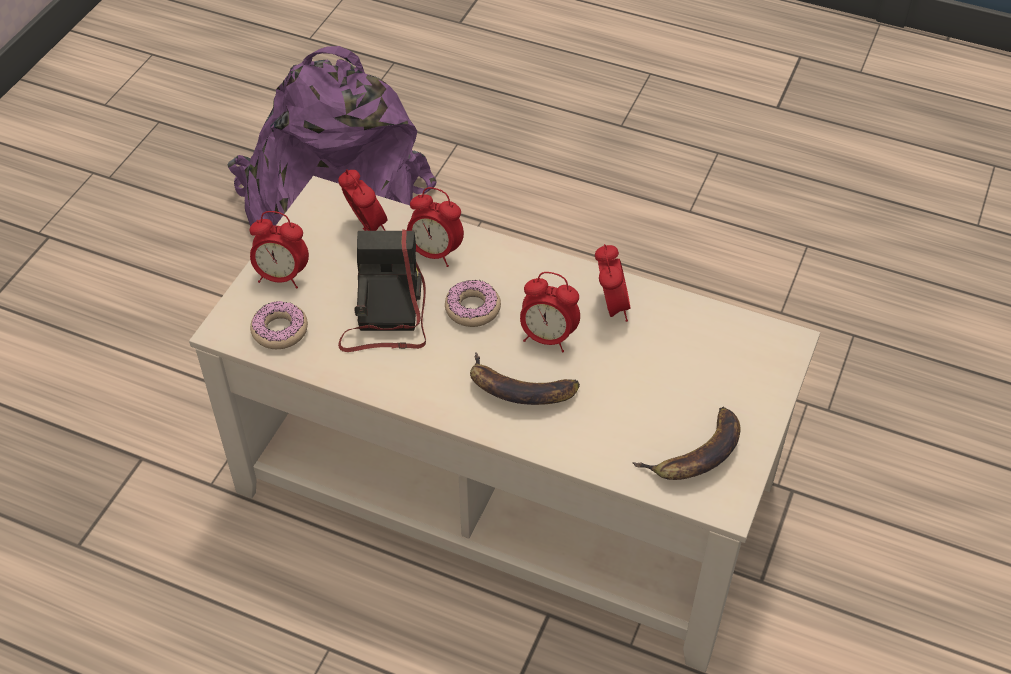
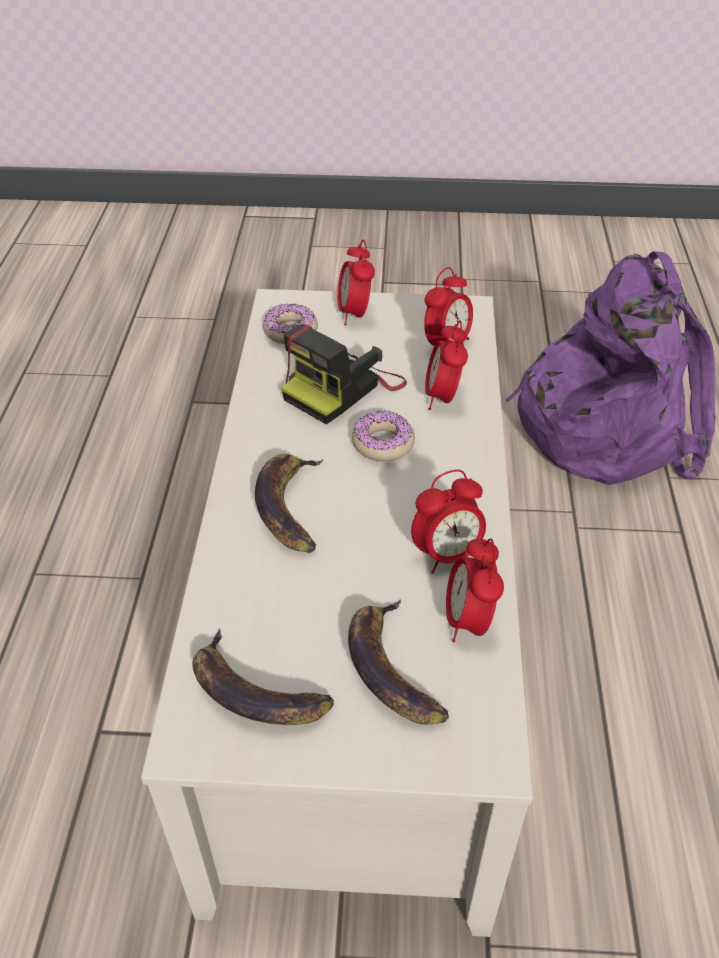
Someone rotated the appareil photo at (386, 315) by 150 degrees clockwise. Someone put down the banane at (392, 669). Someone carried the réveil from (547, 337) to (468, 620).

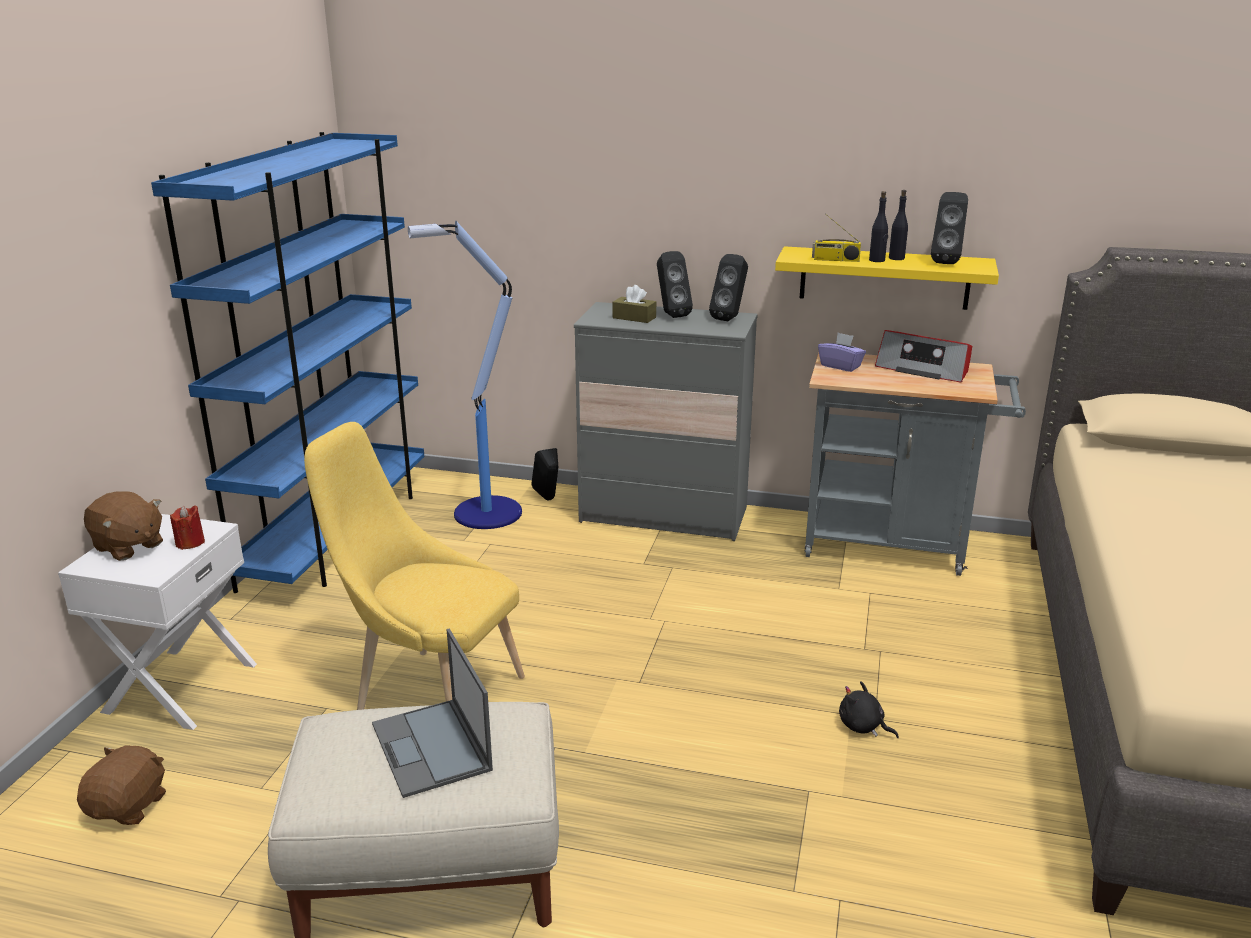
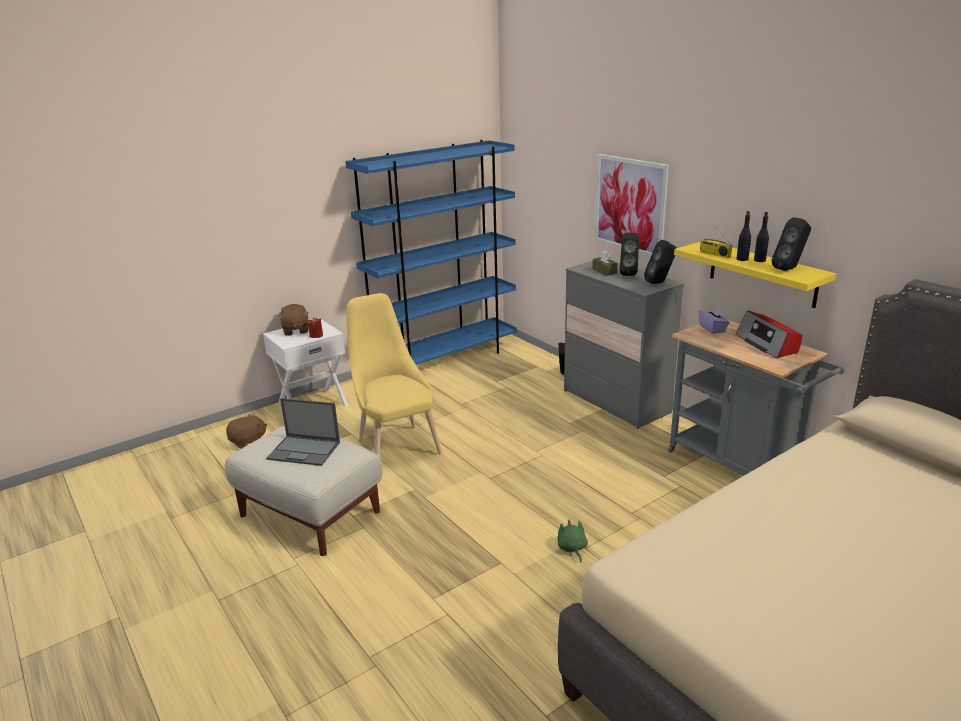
Someone rotated the ordinateur portable at (432, 748) by 90 degrees counterclockwise. Someone repainted the peluche/noir at (863, 727), which became the peluche/vert at (572, 549). Someone put up the tableau at (630, 205). Someone took away the lampadaire at (485, 514).

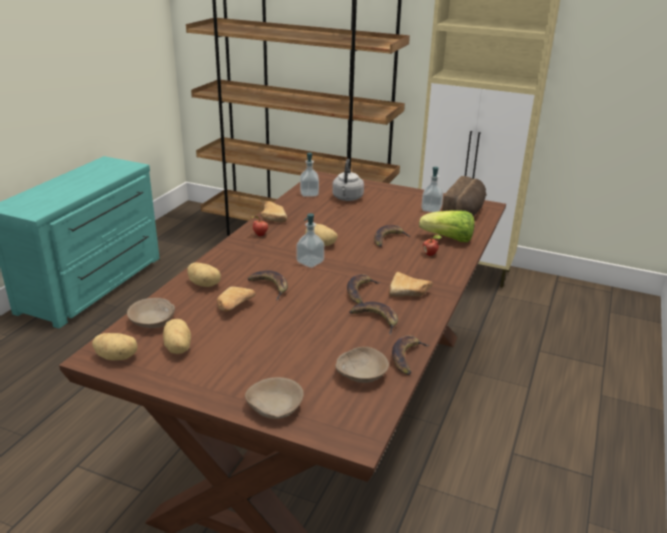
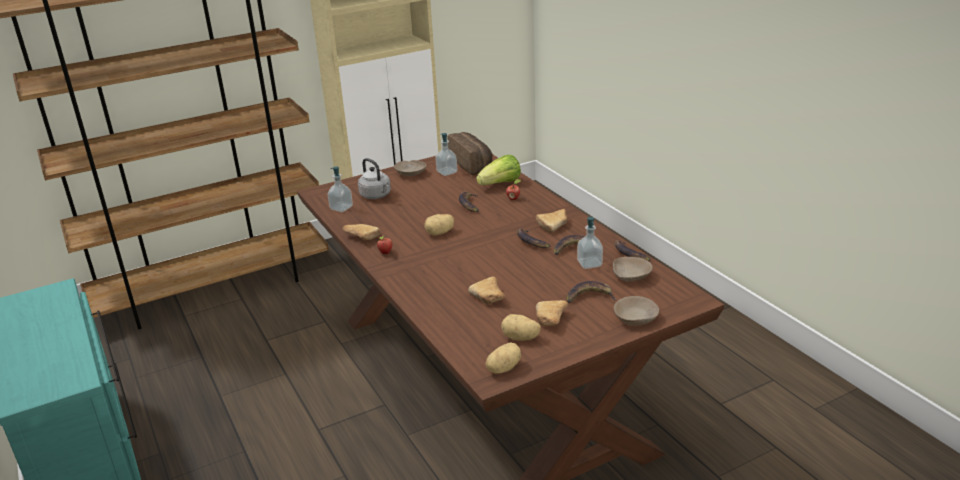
Someone carried the bol/beige from (153, 321) to (410, 173). Someone put down the pain at (550, 321). Someone carried the banane from (270, 287) to (589, 296). Someone carried the distributeur de savon from (310, 262) to (589, 264). Someone took away the pomme de terre at (205, 284).

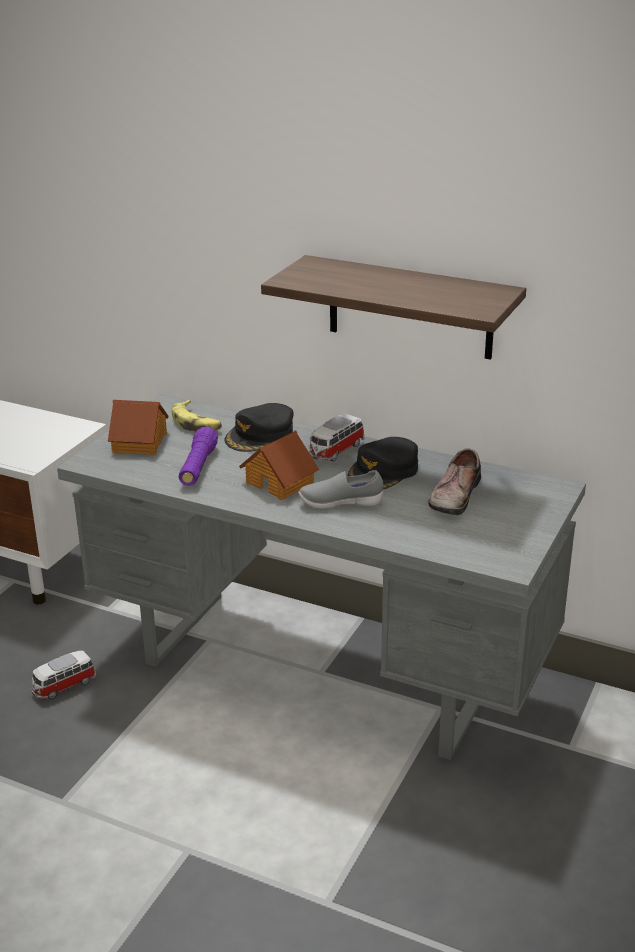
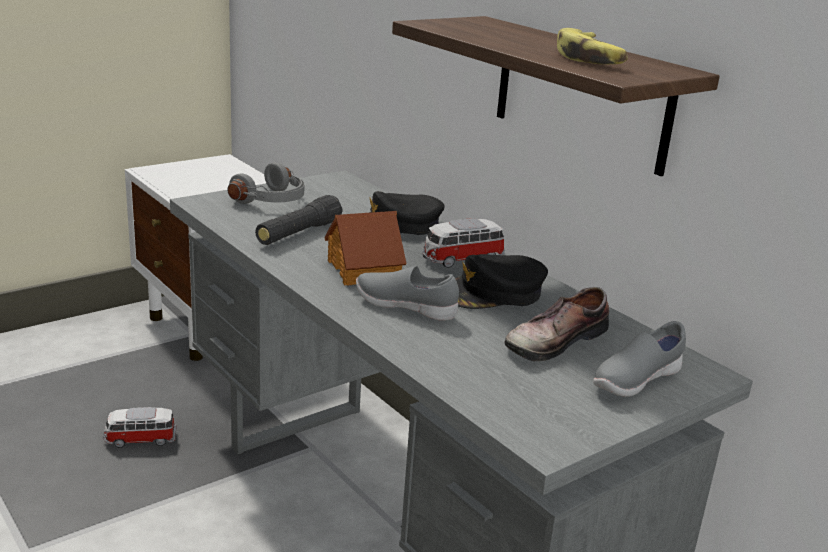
Someone swapped the maison miniature at (140, 442) for the casque audio/gris at (272, 200). Someone repainted the lampe de poche/violet at (198, 467), which became the lampe de poche/noir at (299, 233). Someone carried the banane from (196, 423) to (590, 58). Someone put down the chaussure/gris at (635, 381).

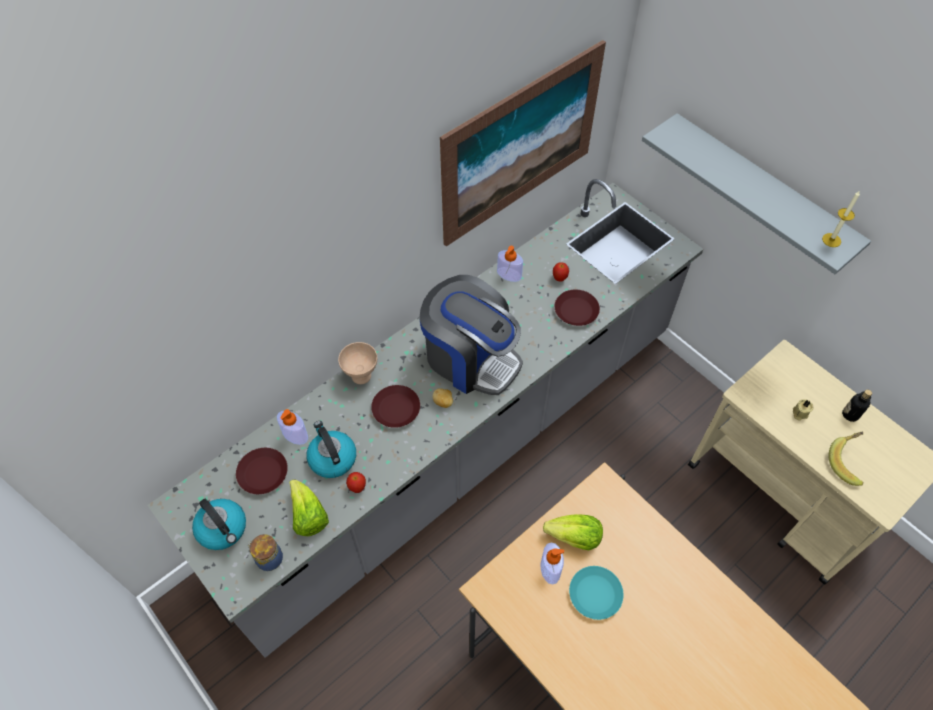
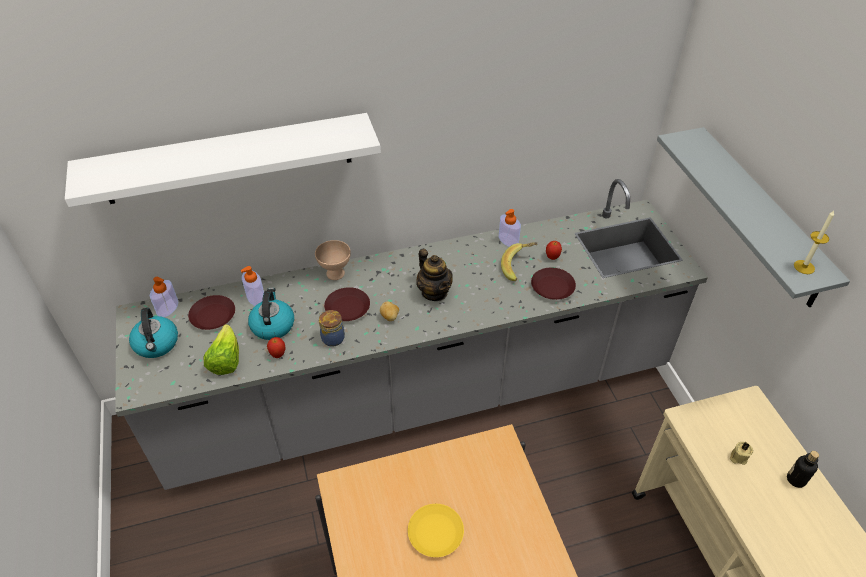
Someone put up the étagère/blanc at (229, 159). Someone carried the distributeur de savon from (550, 569) to (168, 308). Someone carried the bocal from (268, 558) to (332, 338). Someone repainted the assiette/turquoise at (595, 595), which became the assiette/jaune at (435, 533). Someone swapped the machine à café at (470, 358) for the théière at (434, 292). Someone carried the banane from (848, 462) to (519, 267). Someone took away the tableau at (521, 144). Someone took away the laitue at (574, 537).

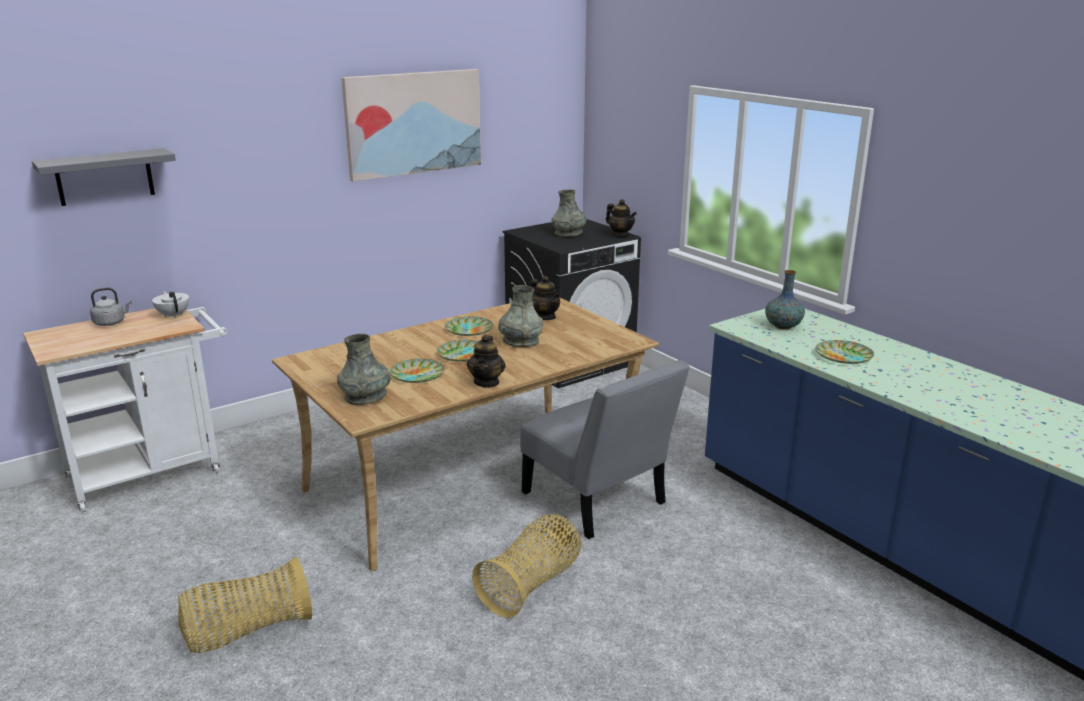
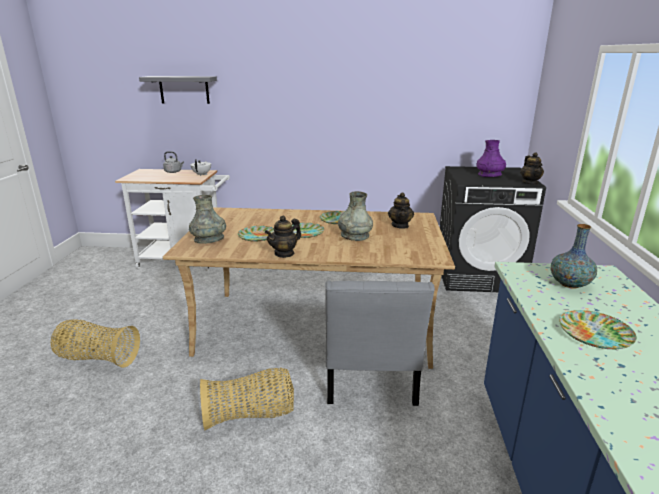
Someone repainted the vase/gris at (568, 233), which became the vase/violet at (489, 175). Someone took away the tableau at (413, 123).

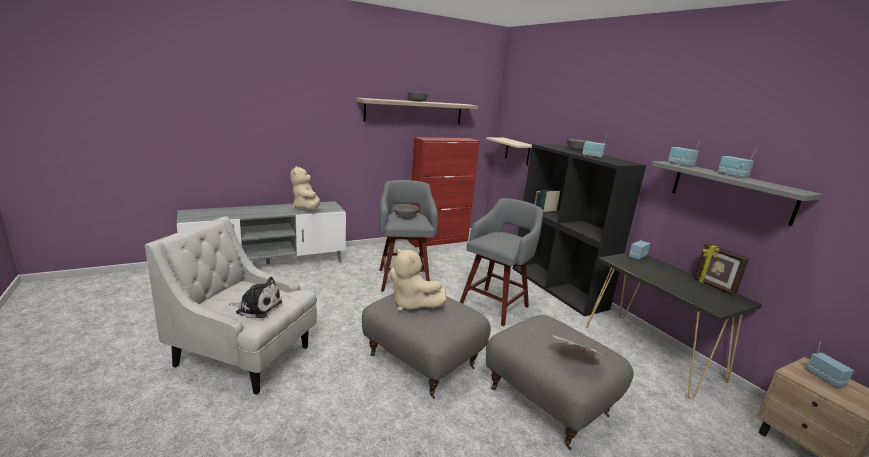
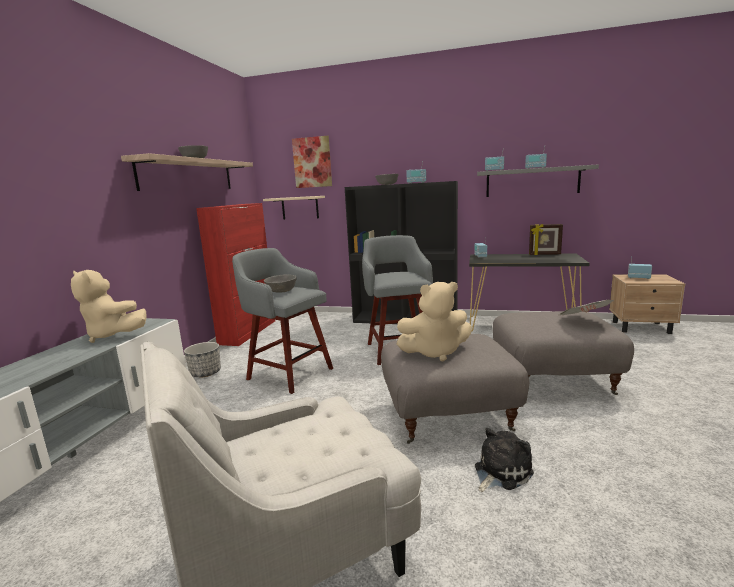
Someone put down the cache-pot at (205, 373). Someone put up the tableau at (312, 162). Someone carried the peluche from (257, 307) to (500, 472).

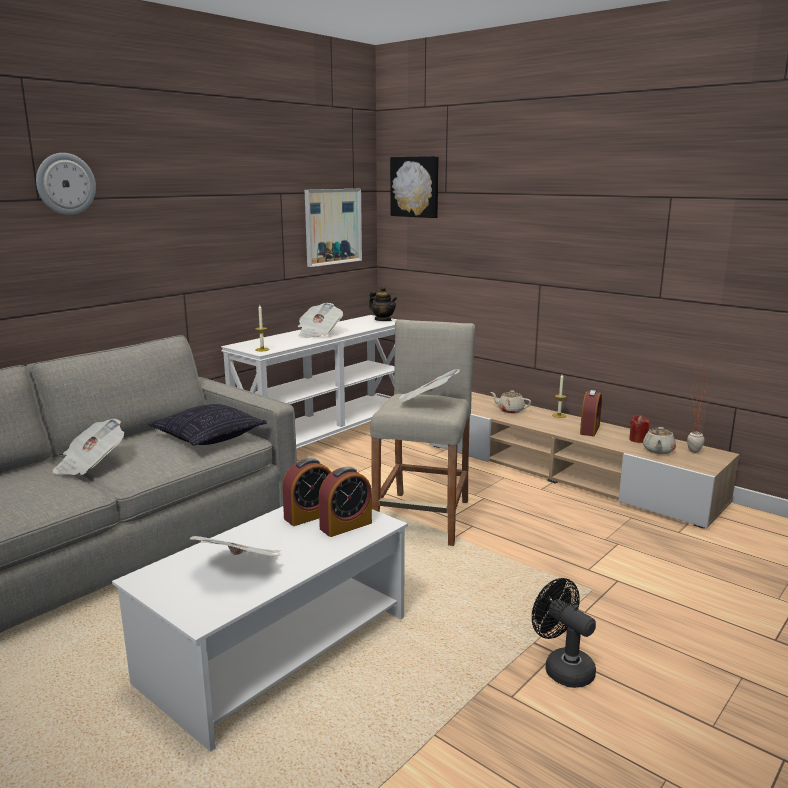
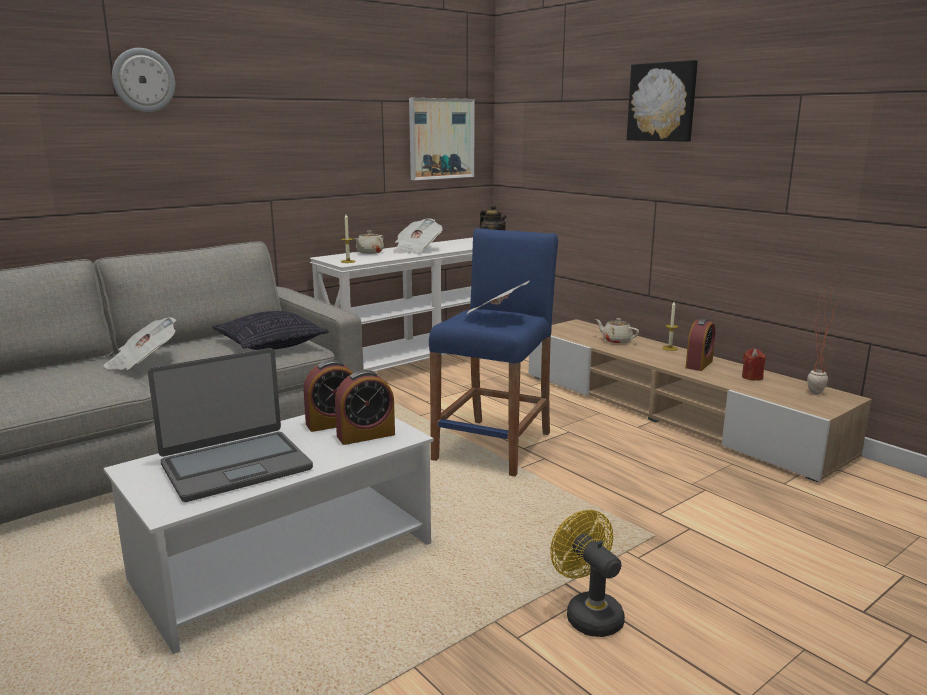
Someone swapped the journal at (241, 567) for the ordinateur portable at (235, 466). Someone carried the théière/beige from (658, 450) to (369, 252). Someone repainted the tabouret/beige at (423, 518), which became the tabouret/bleu at (494, 446). Someone repainted the ventilateur/noir at (562, 668), which became the ventilateur/jaune at (588, 614). Someone carried the tableau from (415, 187) to (662, 102).

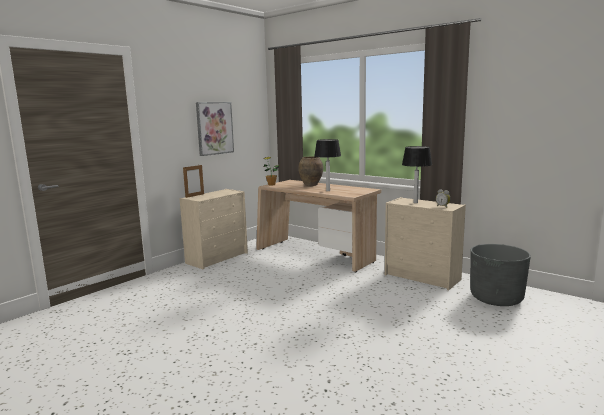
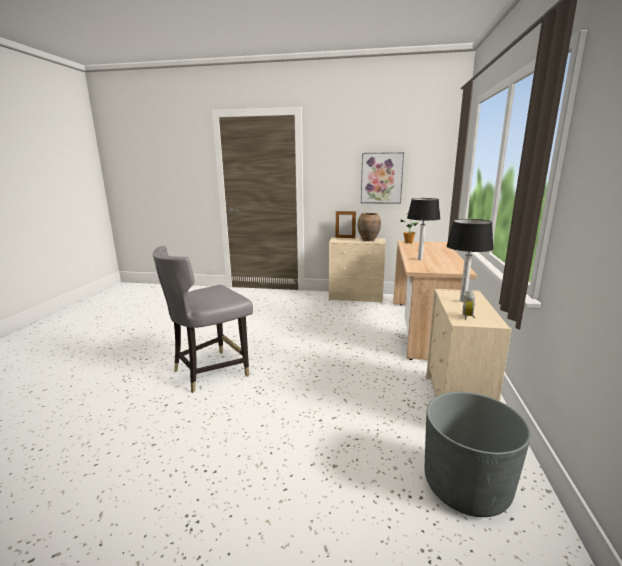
Someone put down the chaise/gris at (210, 371). Someone carried the vase/marron from (310, 185) to (368, 240).

